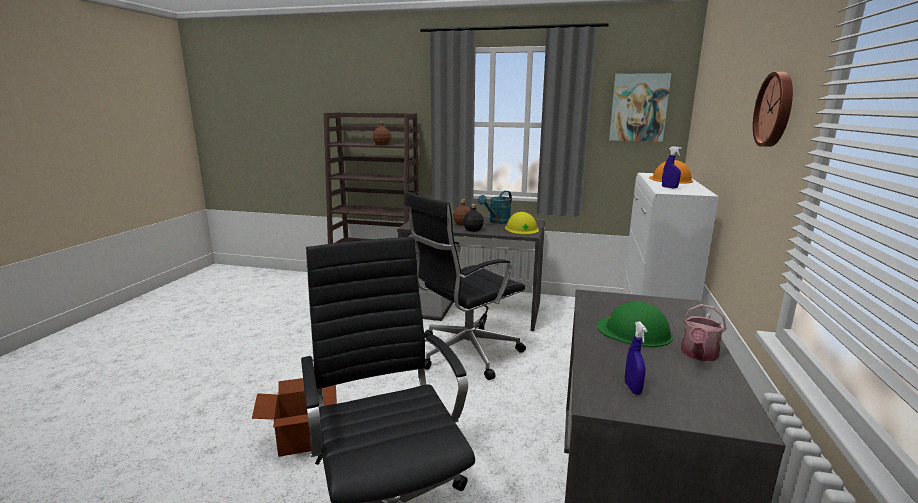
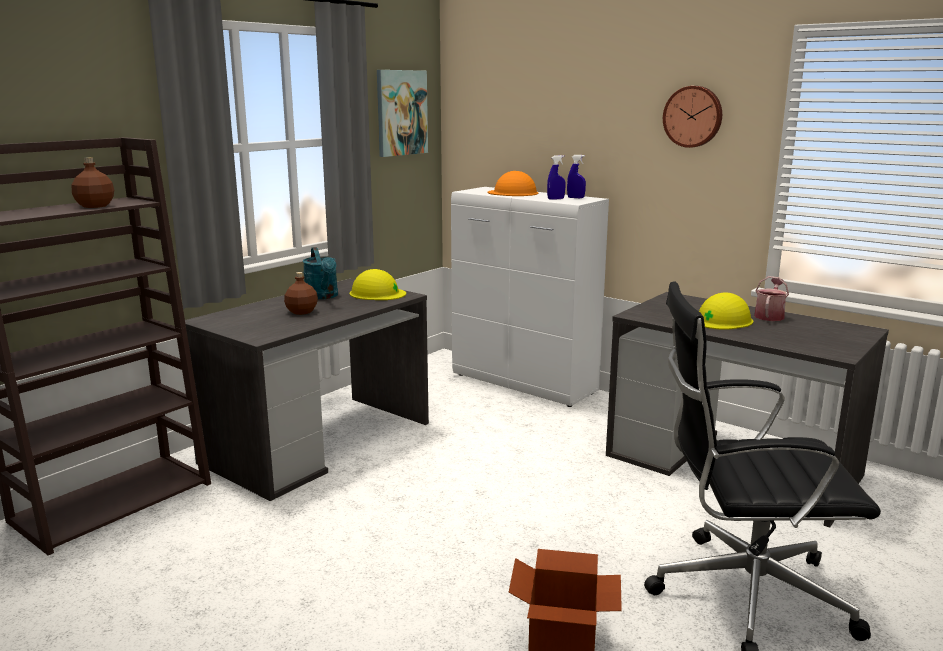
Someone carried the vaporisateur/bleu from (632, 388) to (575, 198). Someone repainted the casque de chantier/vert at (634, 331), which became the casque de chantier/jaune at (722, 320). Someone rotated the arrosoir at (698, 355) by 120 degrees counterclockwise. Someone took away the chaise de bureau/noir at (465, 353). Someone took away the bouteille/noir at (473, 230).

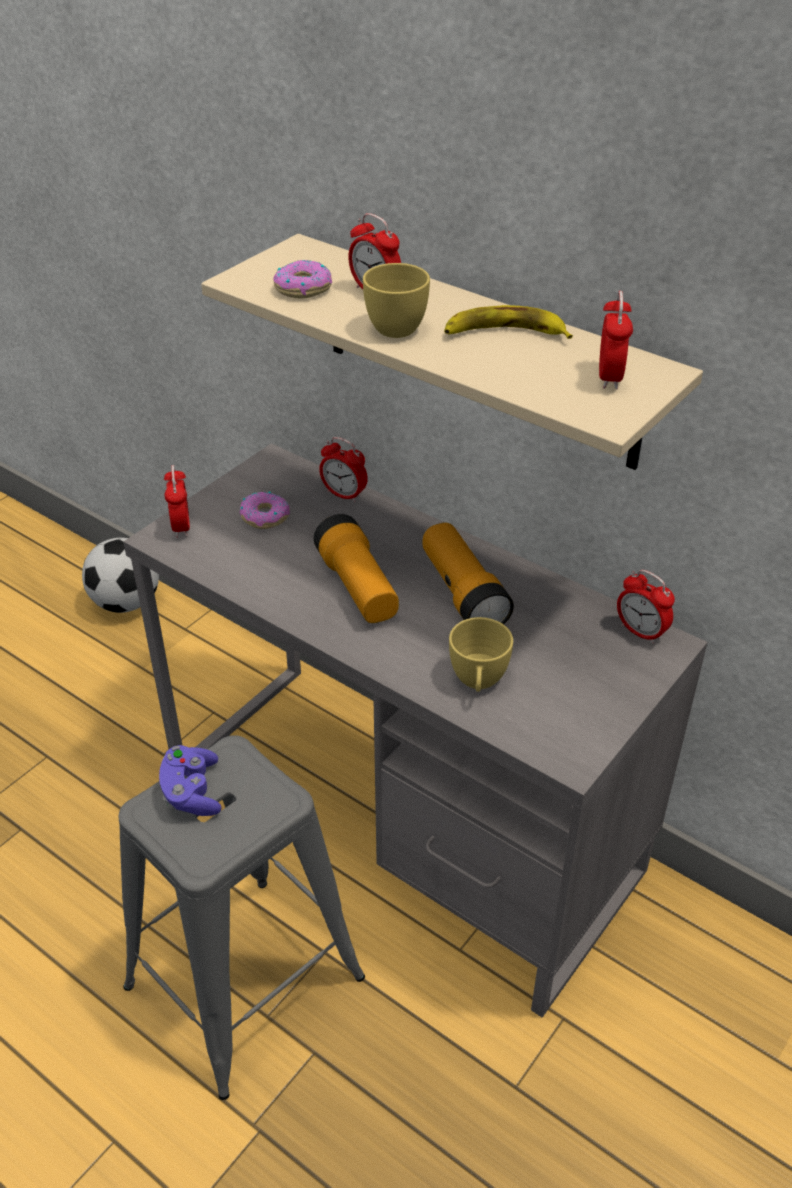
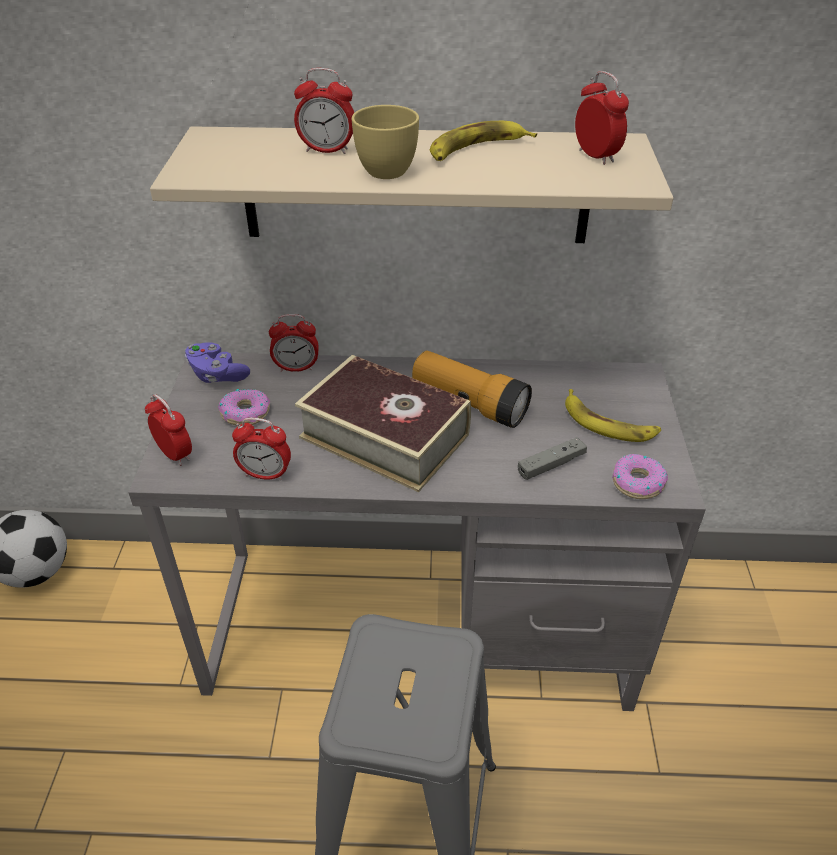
Someone carried the manette/violet from (192, 792) to (217, 374). Someone carried the réveil from (640, 632) to (265, 474). Someone swapped the lampe de poche at (358, 587) for the livre at (384, 436). Someone swapped the tasse/jaune at (478, 682) for the manette/gris at (551, 465). Someone put down the banane at (608, 423). Someone carried the beignet from (303, 288) to (637, 482).

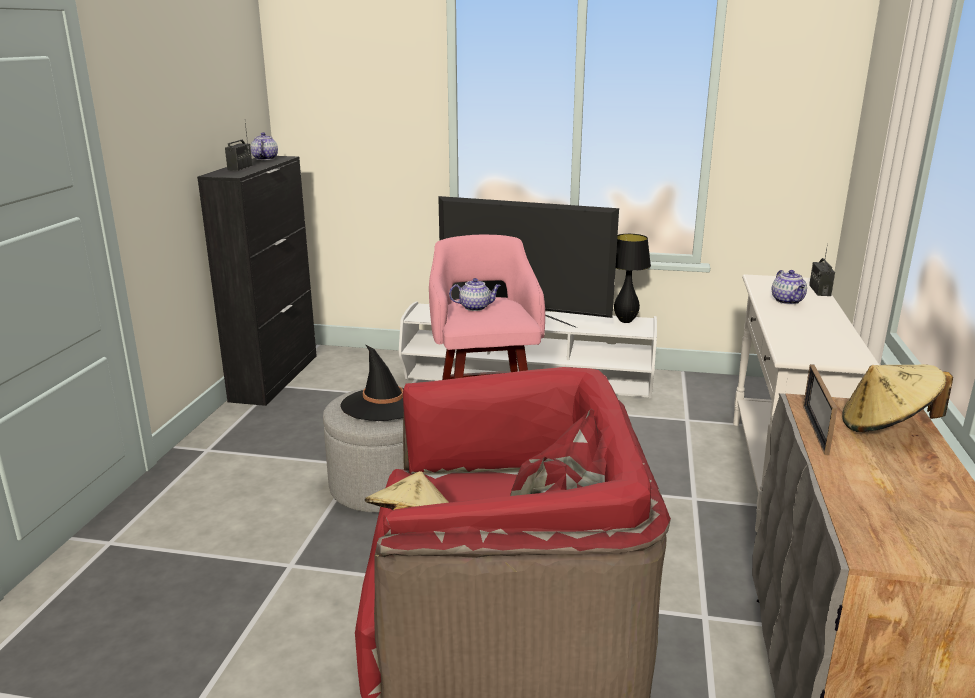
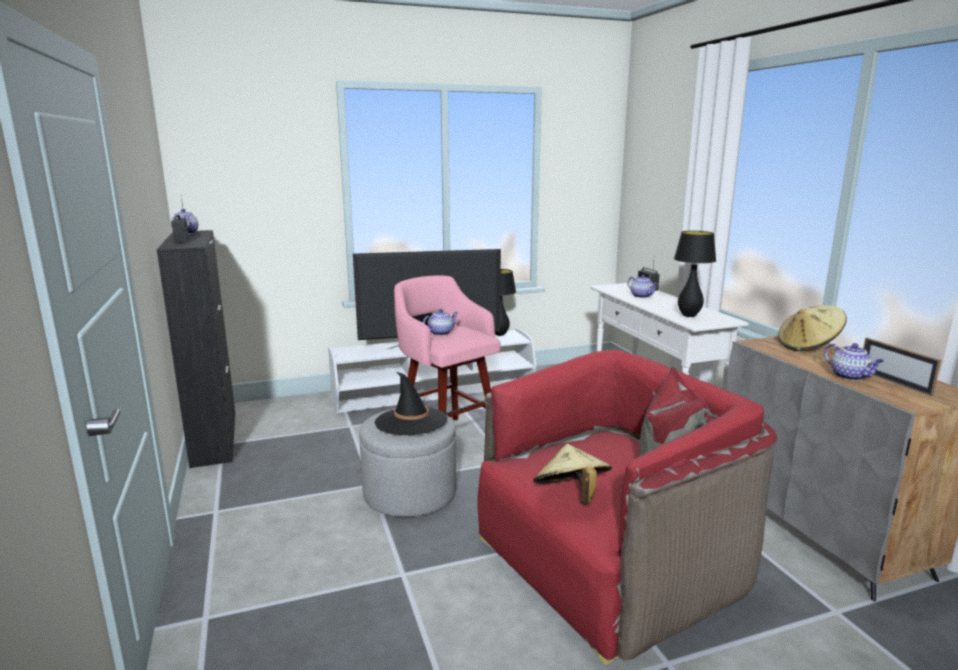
Someone put down the lampe de table/noir at (689, 315). Someone put down the théière at (850, 376). Someone carried the cadre photo from (815, 429) to (894, 382).

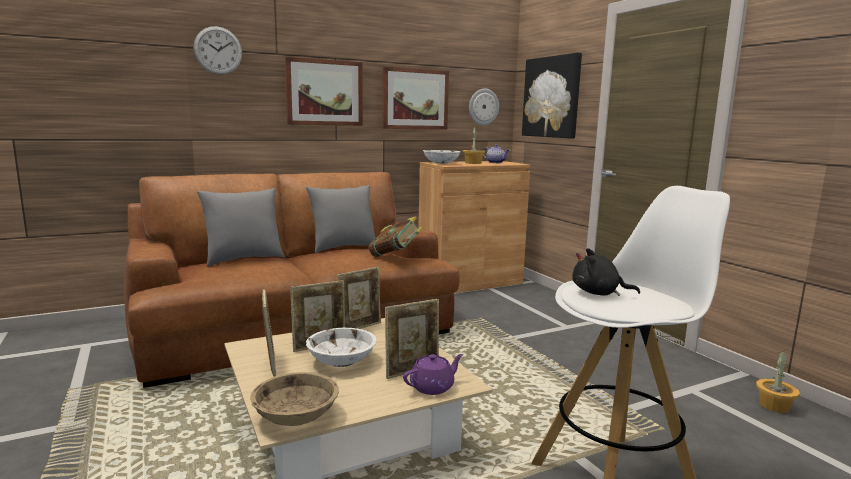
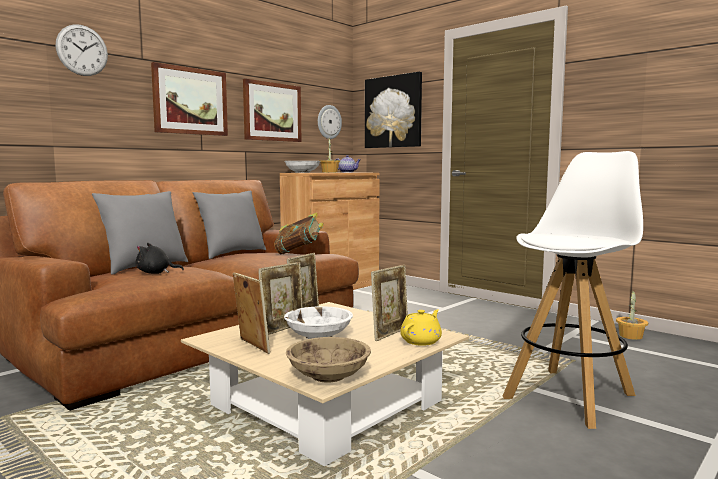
Someone carried the peluche/noir from (598, 293) to (156, 273). Someone repainted the théière/violet at (433, 387), which became the théière/jaune at (421, 341).

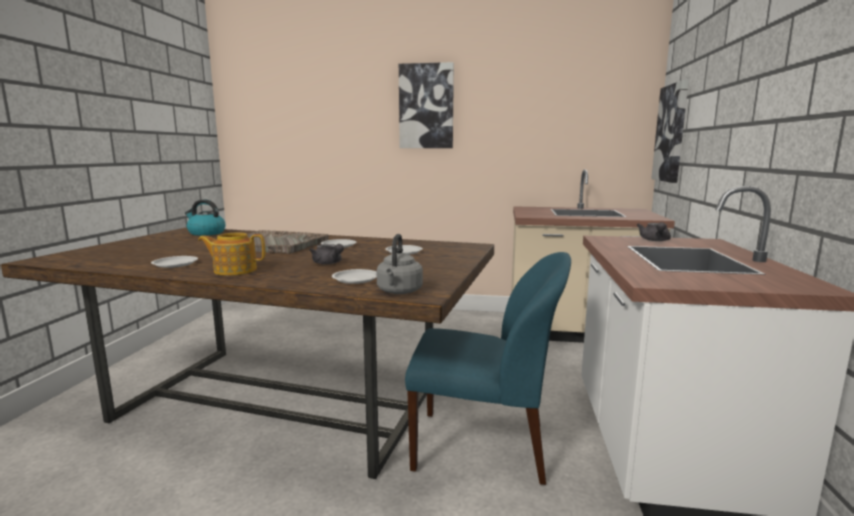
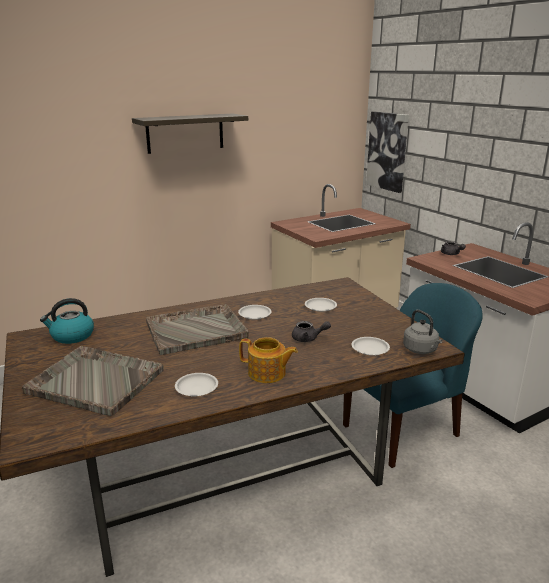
Someone put down the plateau/gris at (94, 381). Someone swapped the tableau at (426, 106) for the étagère at (185, 133). Someone rotated the théière at (234, 270) by 120 degrees counterclockwise.

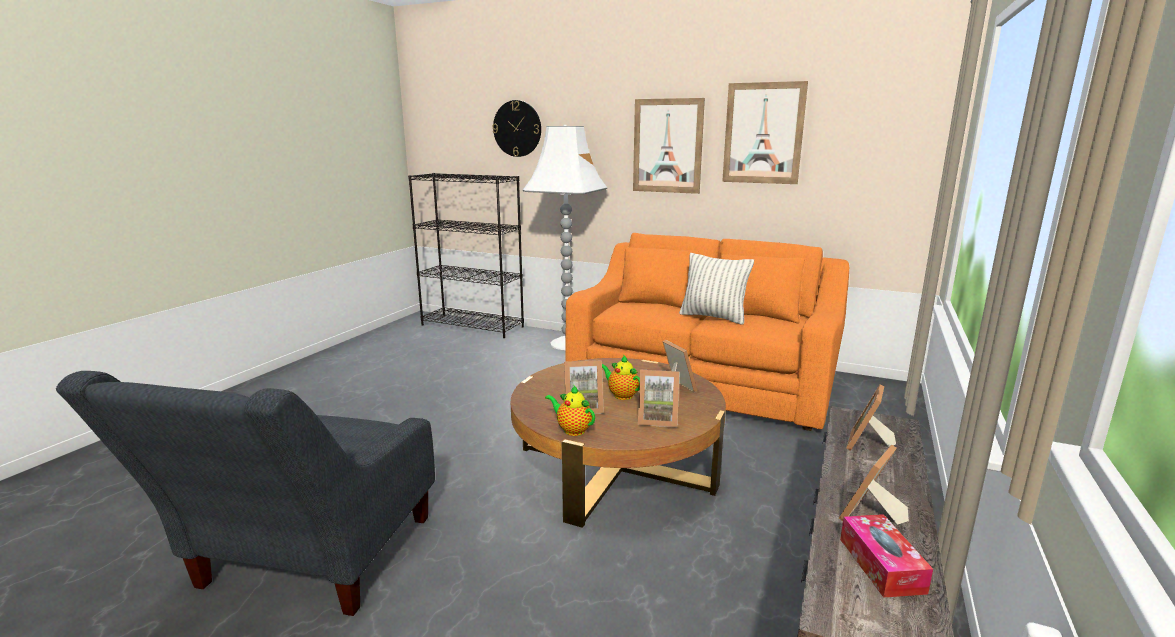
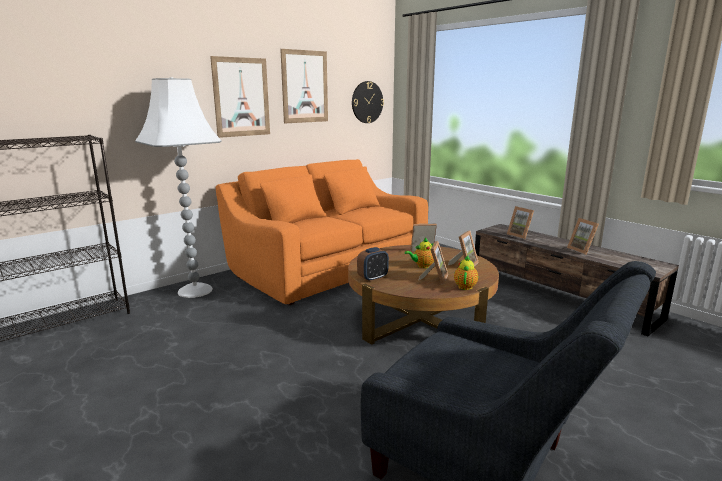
Someone carried the horloge murale from (517, 128) to (367, 102). Someone put down the réveil at (373, 278). Someone rotated the théière at (572, 430) by 135 degrees clockwise. Someone took away the coussin at (713, 317). Someone took away the boîte à mouchoirs at (881, 565).

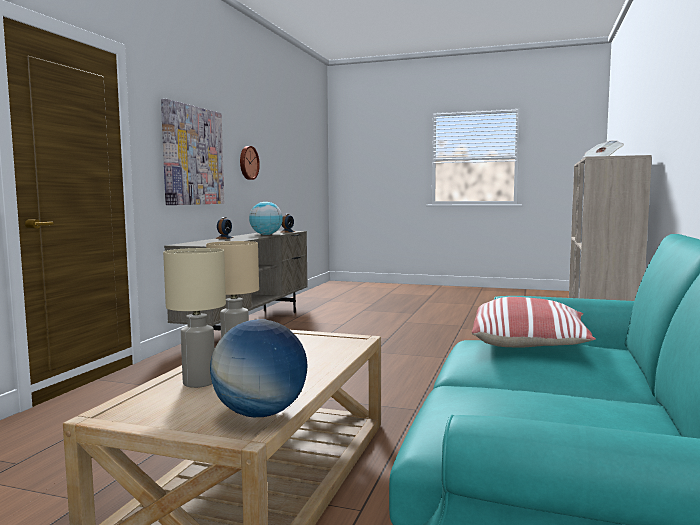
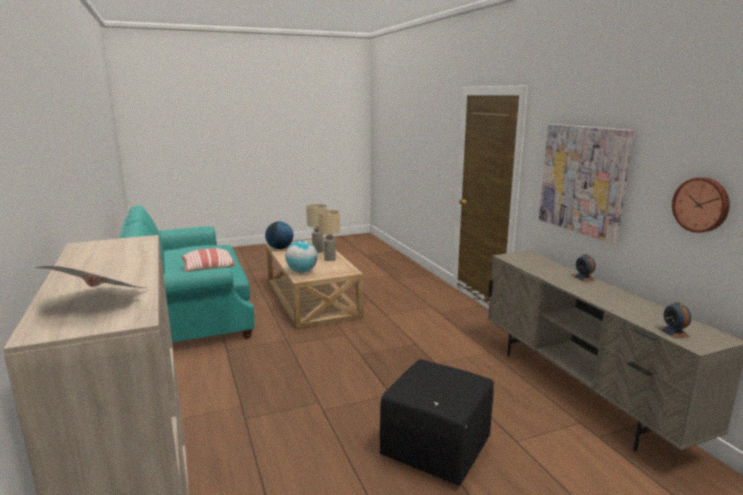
Someone carried the globe from (266, 234) to (302, 271). Someone put down the pouf/noir at (436, 450).

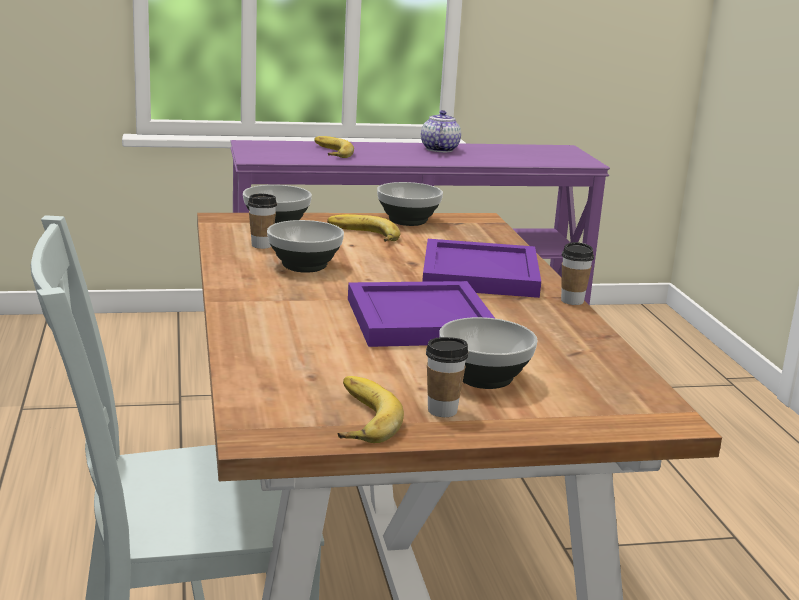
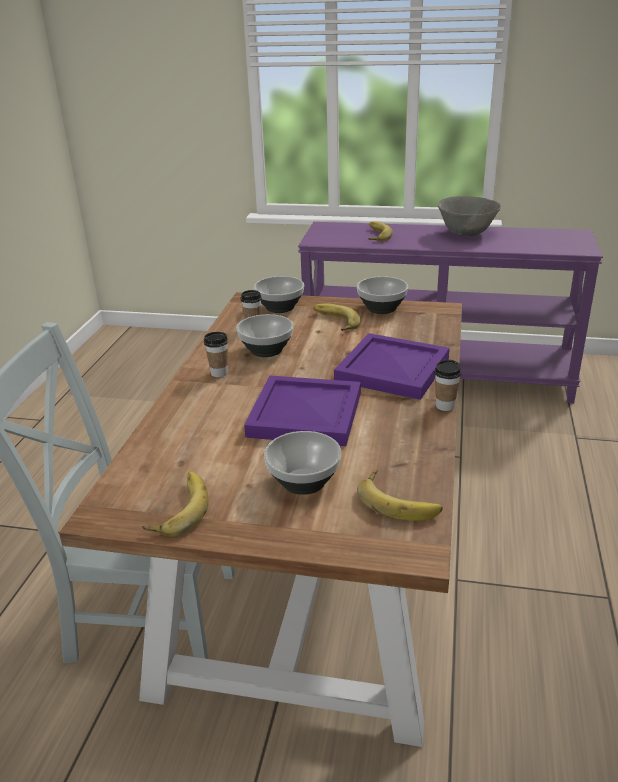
Someone carried the tasse from (442, 410) to (219, 373). Someone put down the banane at (399, 500). Someone swapped the théière at (439, 149) for the bol/gris at (466, 233).

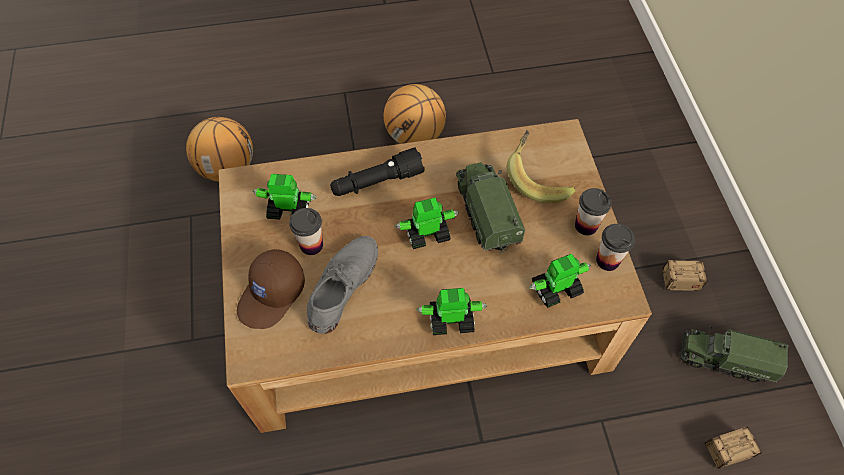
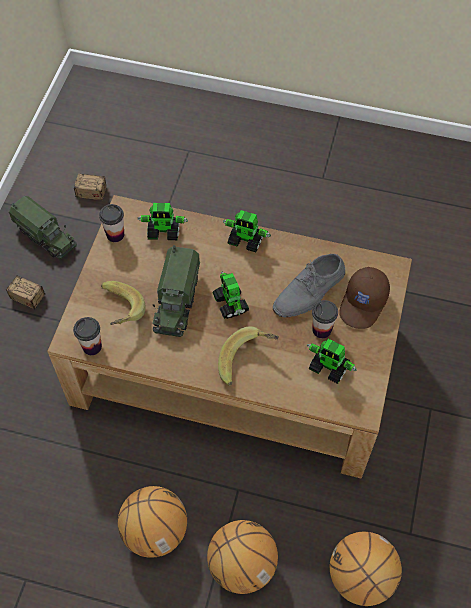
Someone carried the tasse from (586, 225) to (92, 346). Someone put down the ballon de basket at (241, 565). Someone rotated the robot jouet at (426, 233) by 60 degrees clockwise. Someone swapped the lampe de poche/noir at (377, 182) for the banane at (247, 362). Someone rotated the casquette/marron at (272, 295) by 150 degrees clockwise.

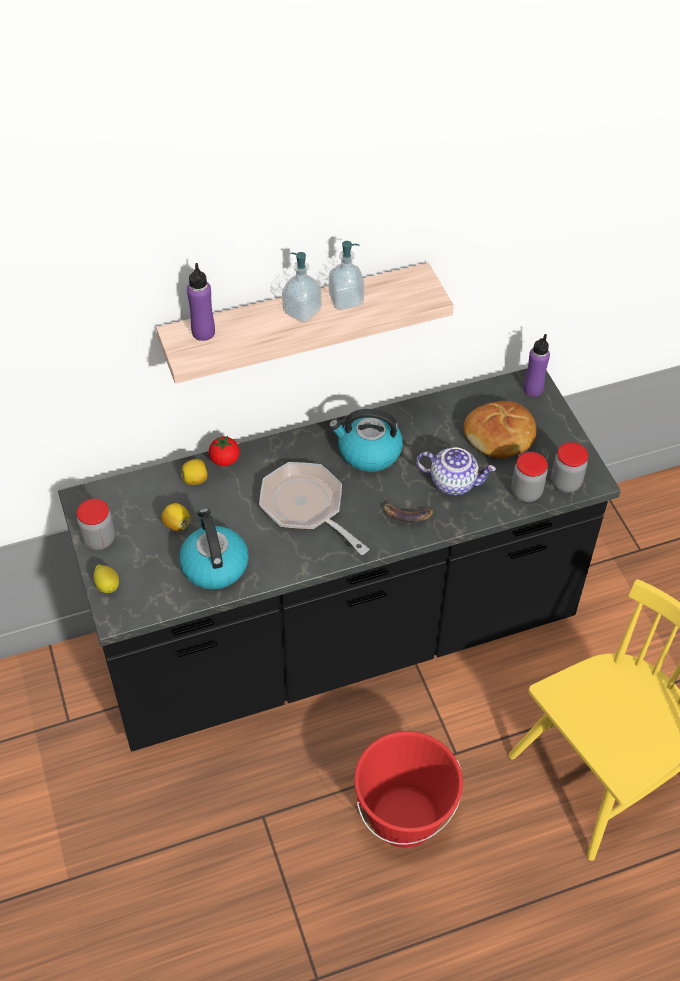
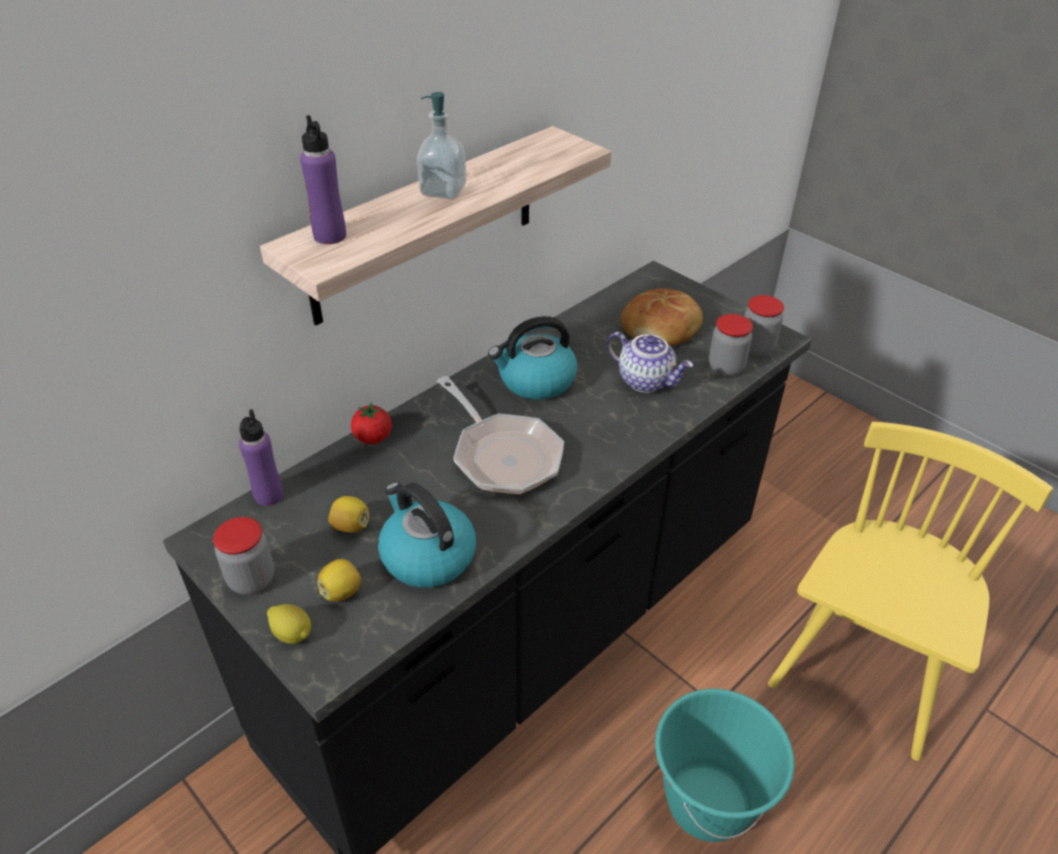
Someone carried the bouteille/violet from (533, 389) to (268, 495). Someone carried the citron from (195, 479) to (342, 591). Someone rotated the poêle at (306, 507) by 150 degrees counterclockwise. Someone rotated the théière at (454, 482) by 45 degrees clockwise. Someone repainted the seau/rouge at (404, 817), which became the seau/turquoise at (707, 802). Someone took away the distributeur de savon at (346, 300). Someone took away the banane at (406, 513).

